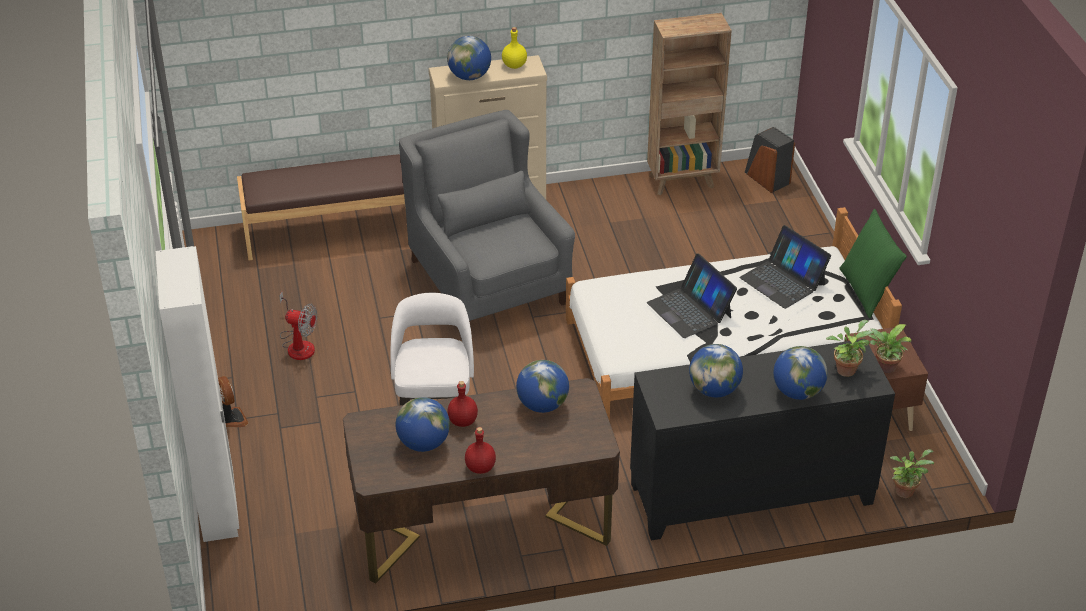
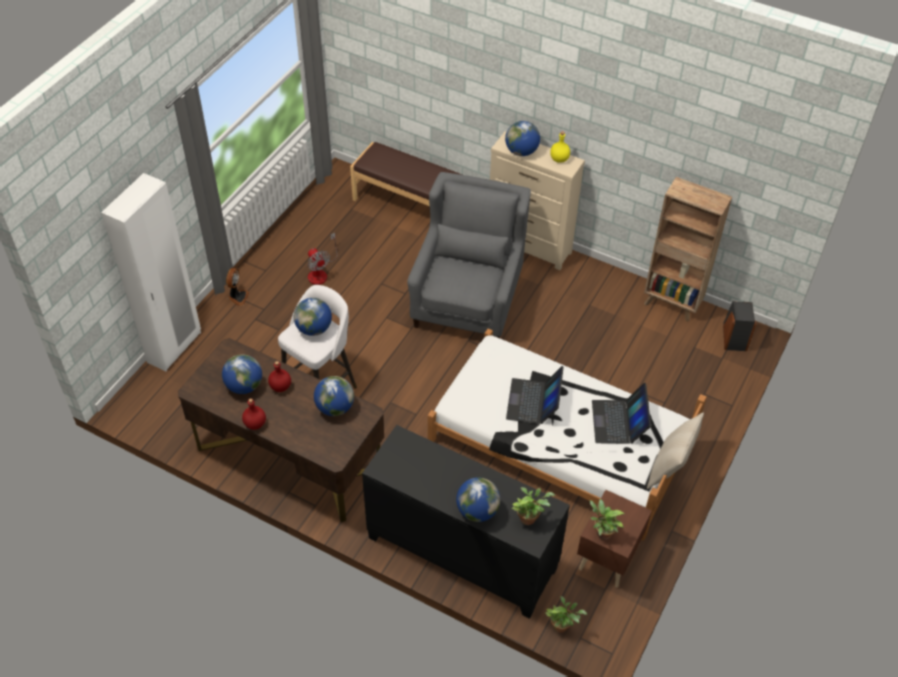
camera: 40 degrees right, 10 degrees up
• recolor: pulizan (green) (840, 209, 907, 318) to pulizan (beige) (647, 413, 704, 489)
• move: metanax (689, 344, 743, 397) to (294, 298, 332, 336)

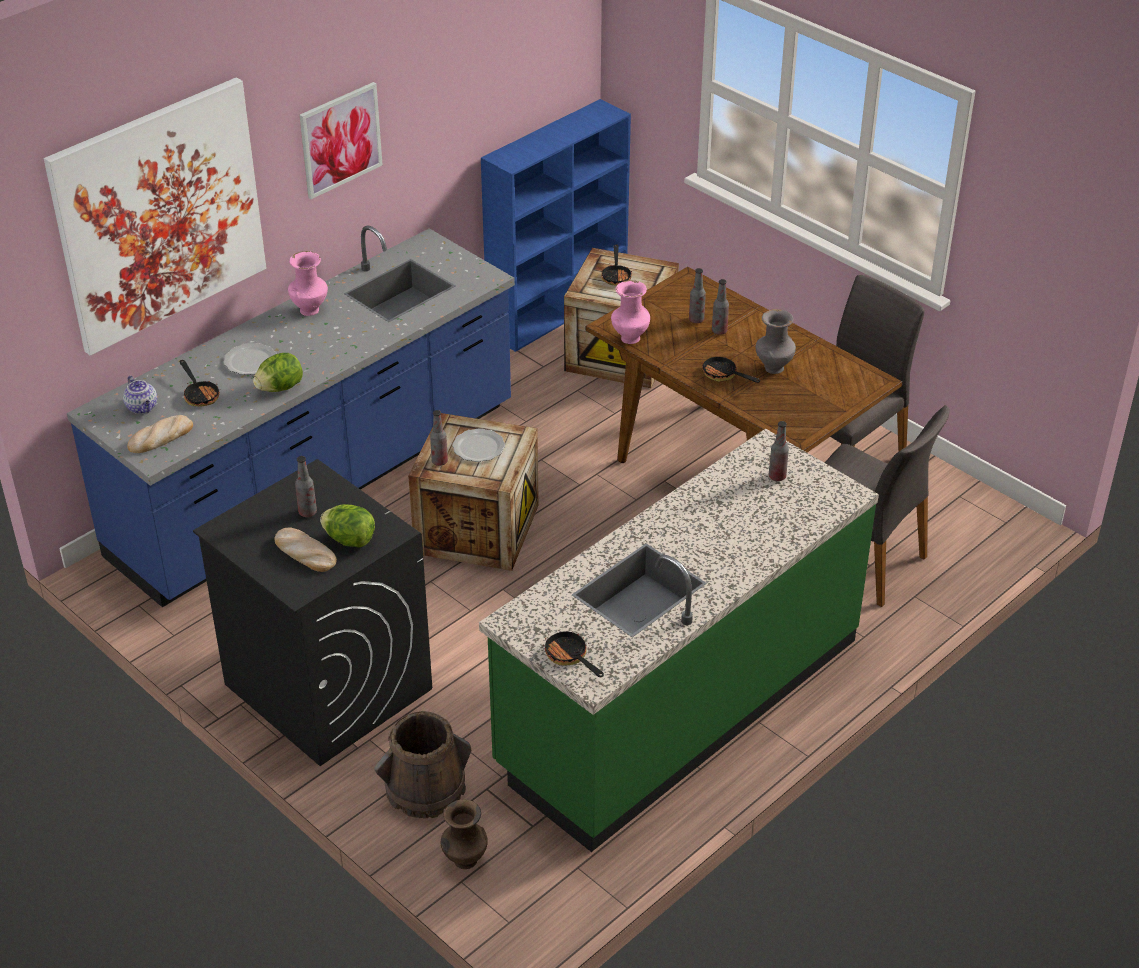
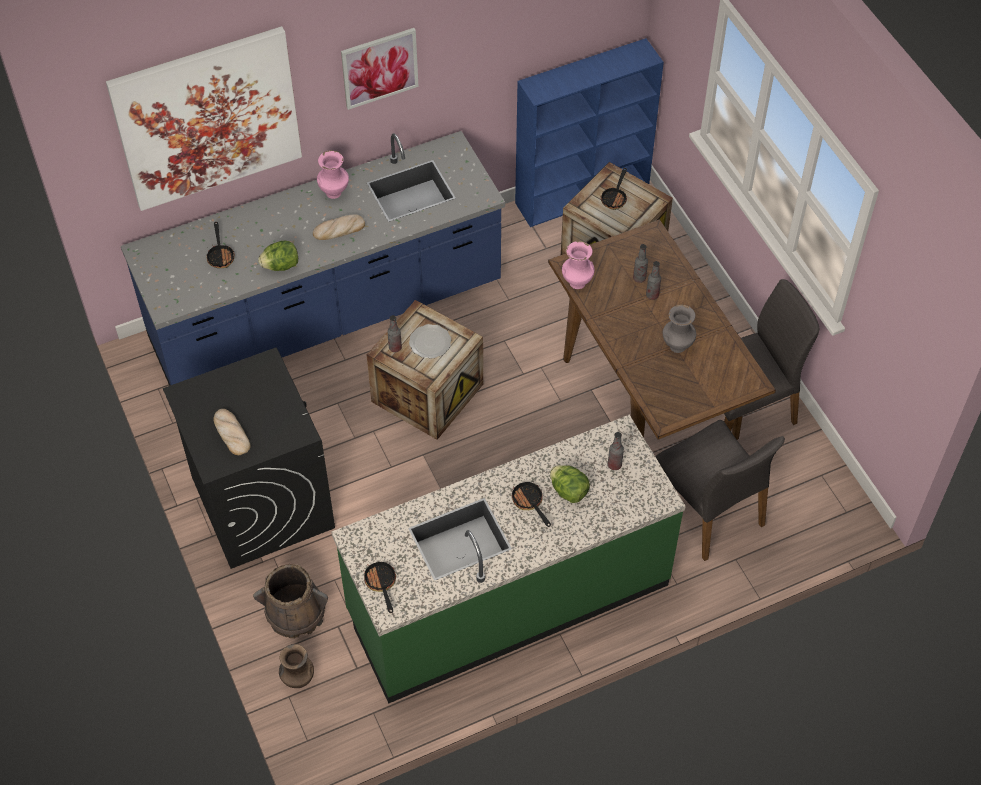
camera: 20 degrees right, 15 degrees up
• delete: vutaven (223, 343, 277, 375)
• move: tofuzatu (702, 357, 760, 383) to (510, 482, 551, 527)
• delete: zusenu (123, 376, 157, 414)
• move: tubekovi (127, 415, 193, 453) to (313, 215, 365, 240)
• delete: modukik (295, 456, 317, 517)
• move: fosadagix (320, 504, 375, 548) to (550, 465, 590, 503)

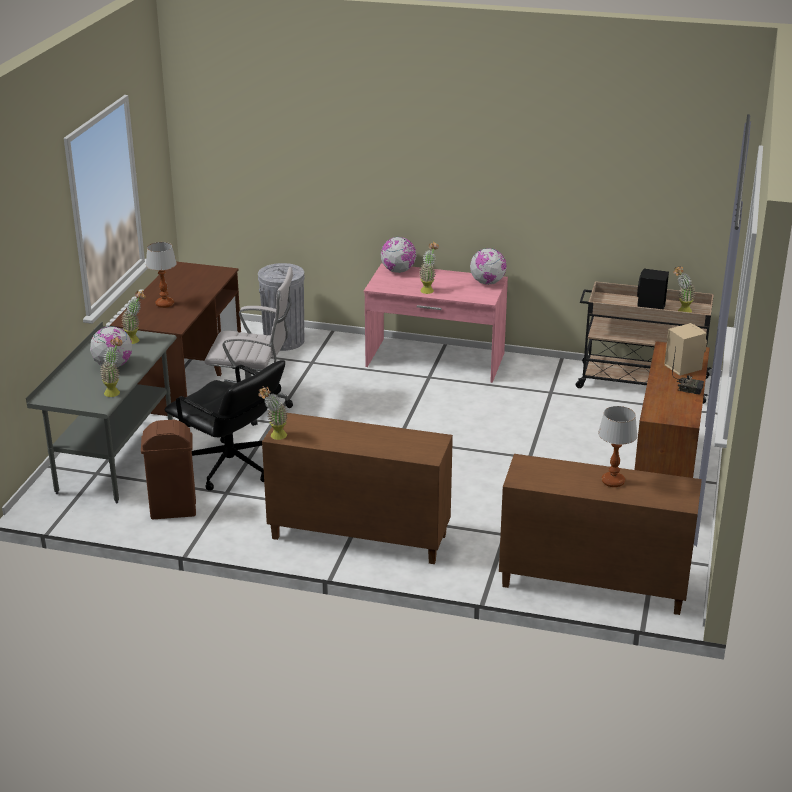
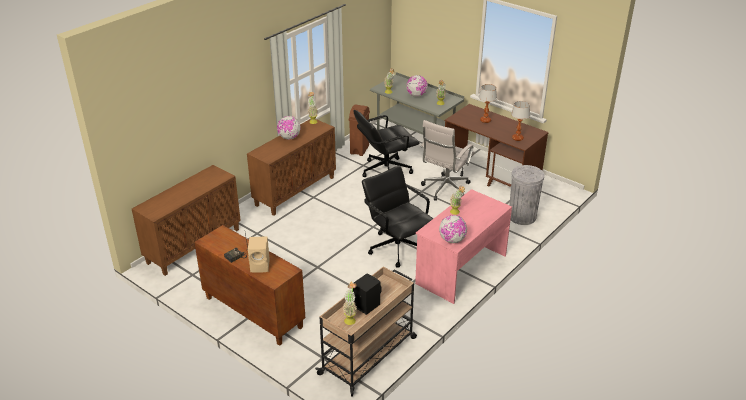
camera: 115 degrees right, 5 degrees up
• move: metanax (381, 237, 416, 273) to (277, 116, 300, 140)
• move: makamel (598, 406, 638, 487) to (511, 101, 530, 141)
• insert: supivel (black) (362, 165, 433, 268)

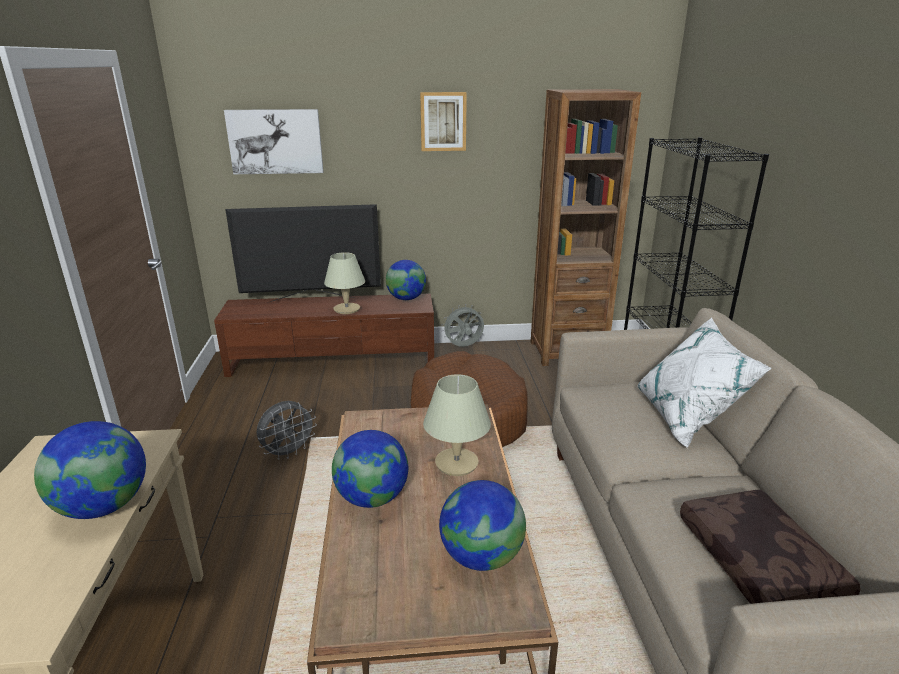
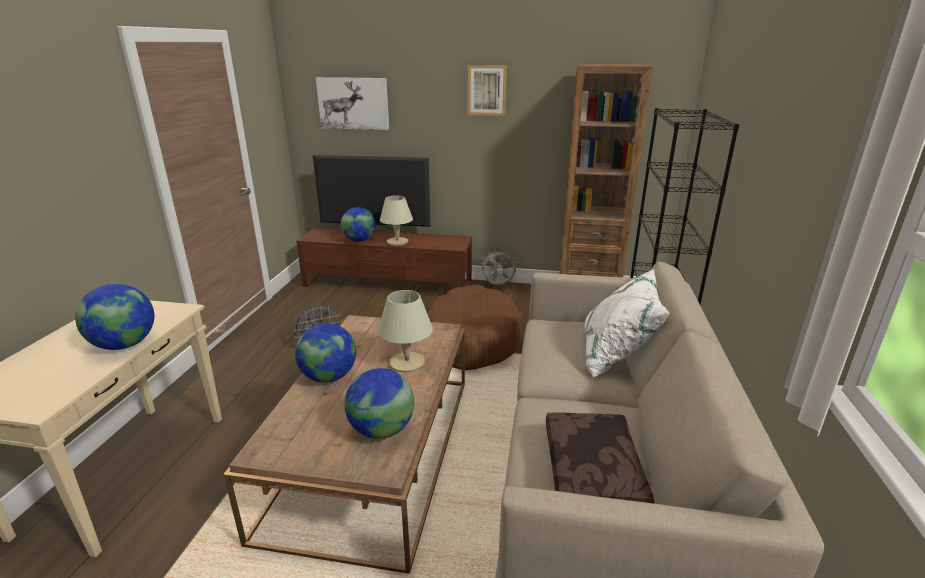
camera: 15 degrees right, 0 degrees up
• move: metanax (386, 260, 426, 300) to (341, 207, 376, 242)

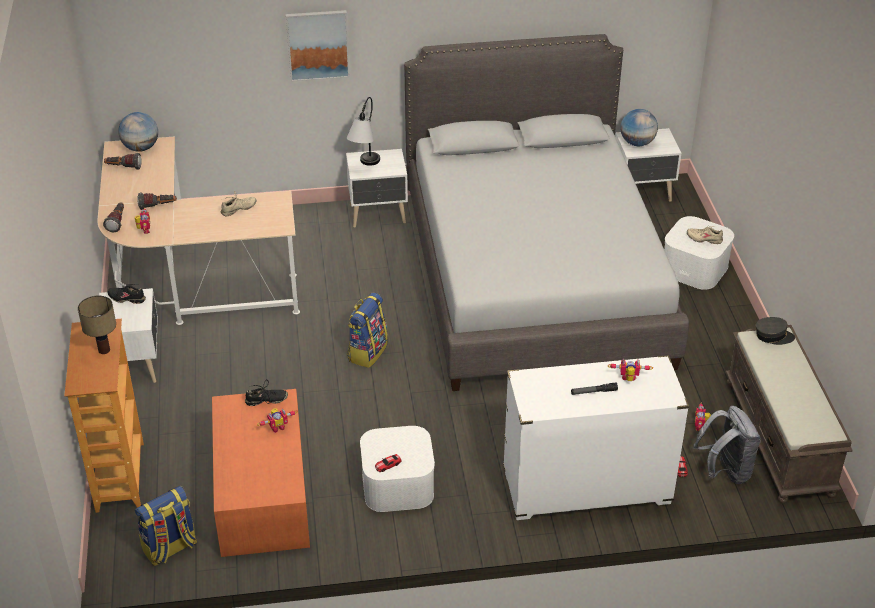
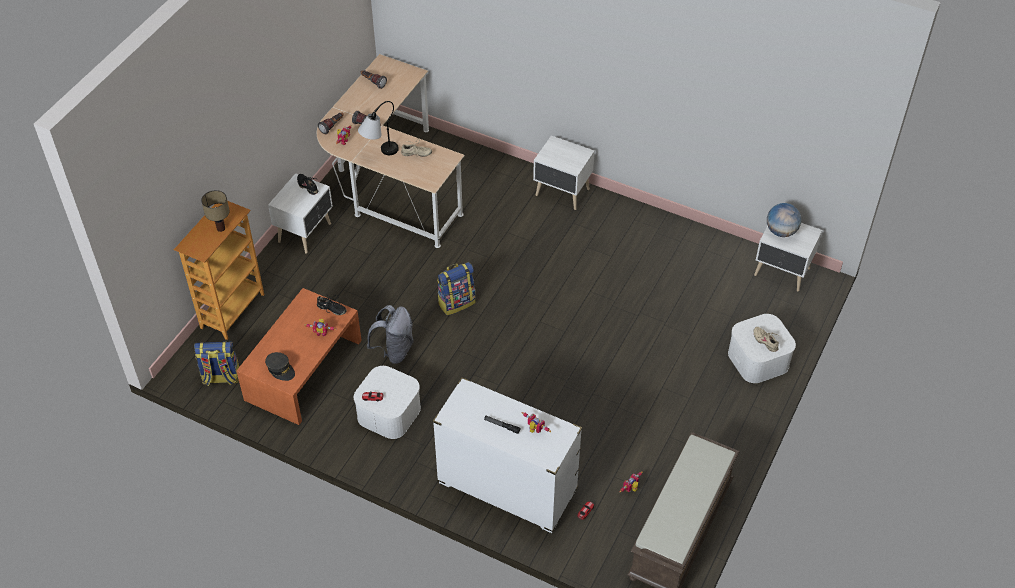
camera: 35 degrees right, 10 degrees up
• delete: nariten (286, 10, 350, 82)
• delete: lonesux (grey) (404, 34, 689, 391)
• move: makamel (347, 97, 380, 166) to (358, 101, 399, 155)
• delete: metanax (118, 112, 158, 152)
• move: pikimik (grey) (756, 317, 795, 345) to (265, 352, 295, 381)
• move: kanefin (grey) (693, 406, 760, 484) to (367, 305, 414, 364)

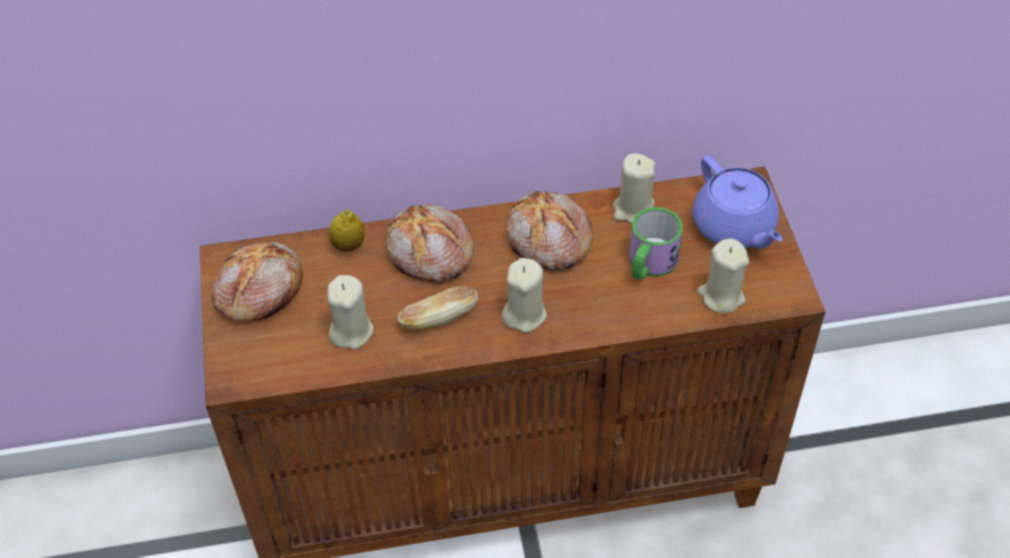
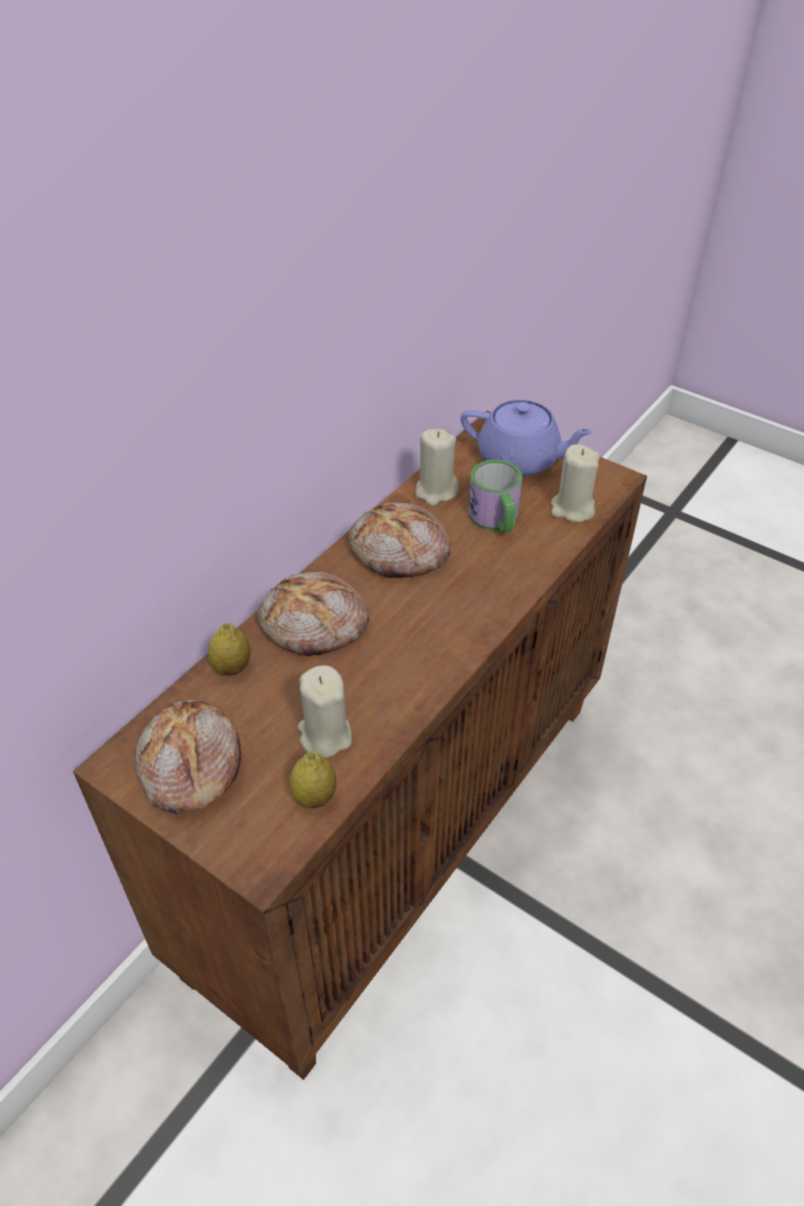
camera: 45 degrees left, 5 degrees down
• delete: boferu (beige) (502, 258, 547, 333)
• delete: tubekovi (398, 286, 478, 330)
• insert: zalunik (290, 751, 336, 808)

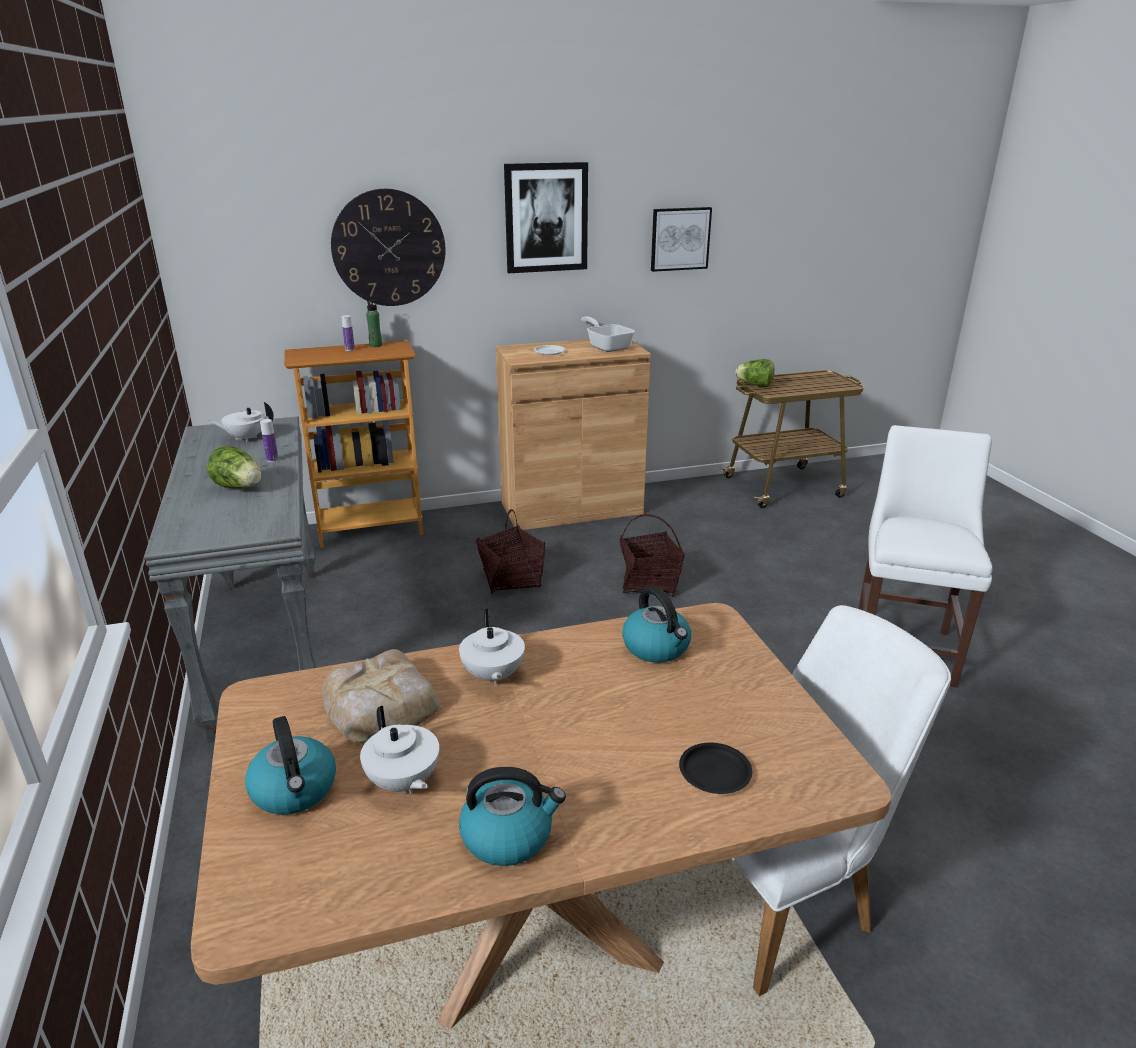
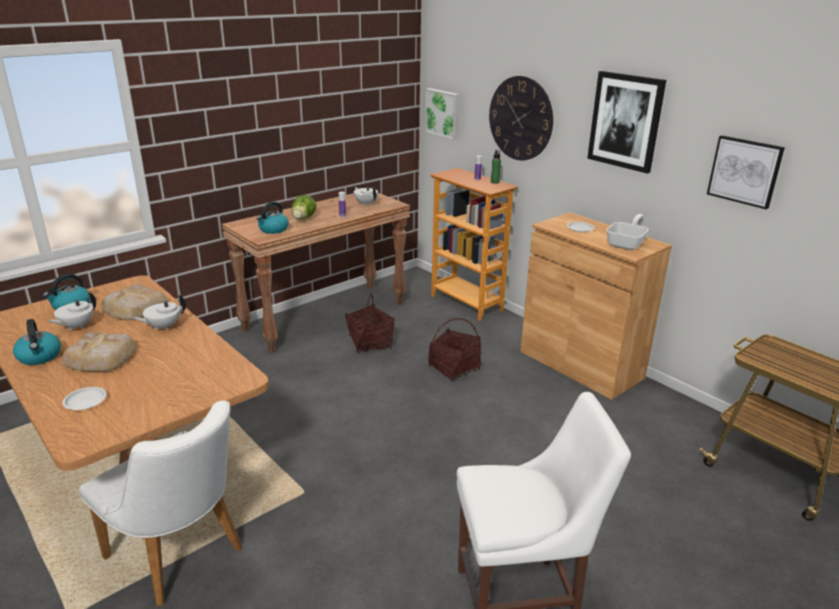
camera: 65 degrees right, 0 degrees up
• delete: fosadagix (735, 359, 774, 387)
• recolor: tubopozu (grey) (144, 416, 317, 742) to tubopozu (brown) (222, 193, 410, 353)
• move: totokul (619, 514, 685, 597) to (345, 293, 394, 353)
• move: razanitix (622, 587, 691, 663) to (257, 202, 289, 234)
• recolor: vutaven (black) (679, 742, 752, 794) to vutaven (white) (63, 387, 107, 410)
• insert: nariten (425, 88, 459, 139)
• insert: tubekovi (62, 332, 136, 372)

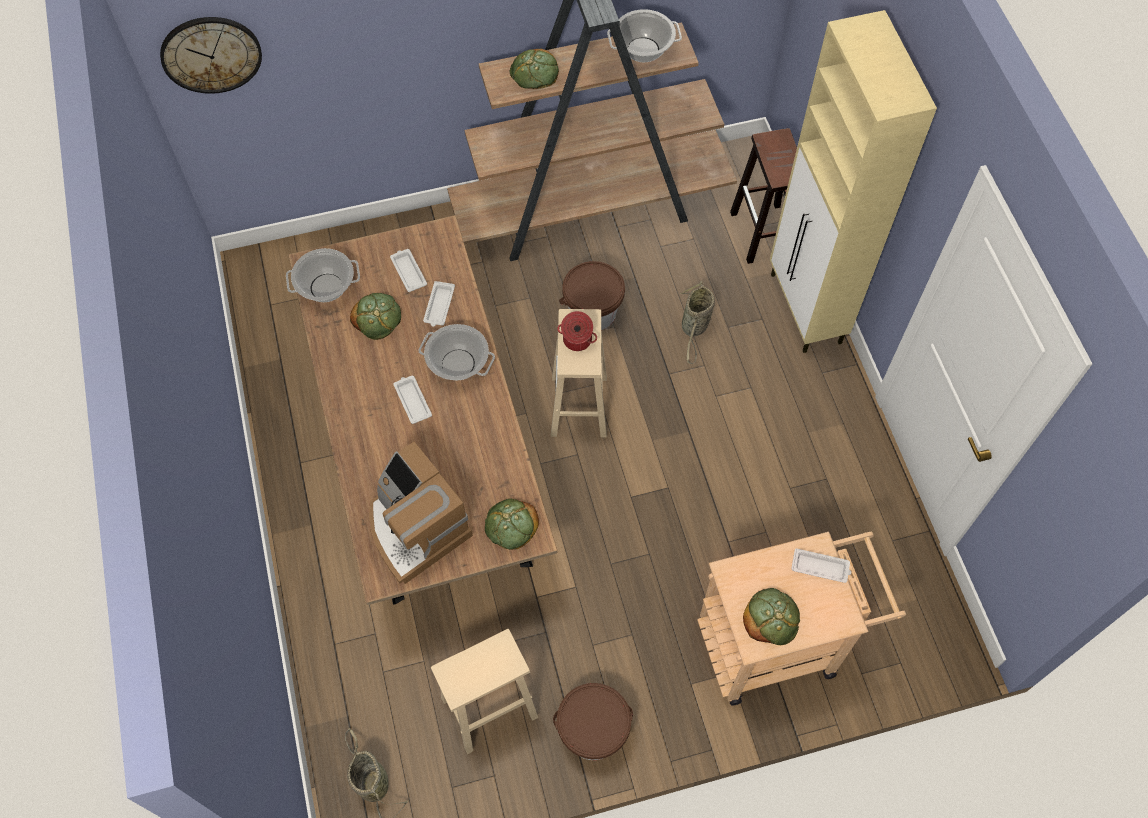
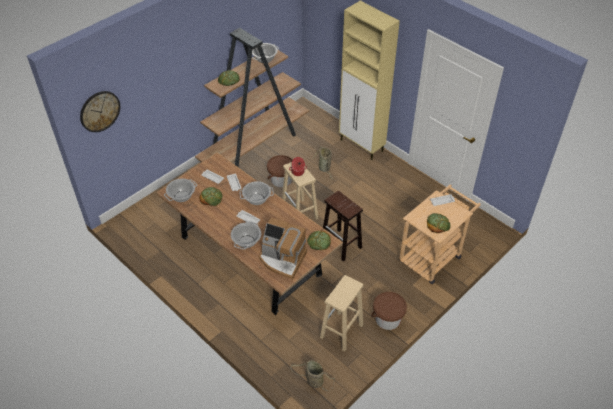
camera: 30 degrees left, 15 degrees down
• move: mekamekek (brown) (730, 128, 797, 264) to (323, 191, 363, 262)
• insert: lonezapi (231, 221, 261, 250)

